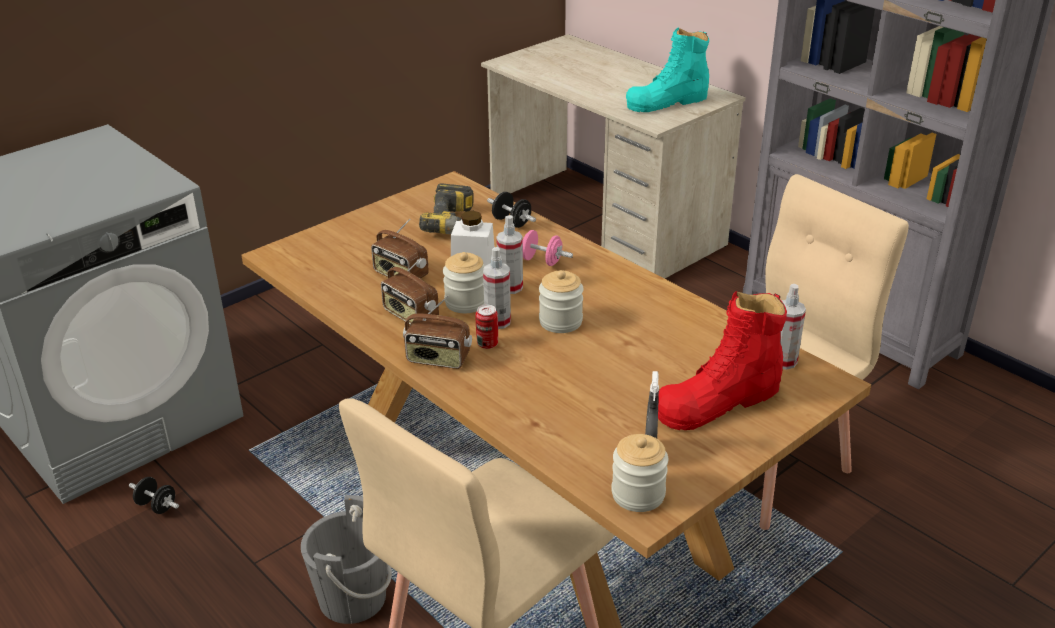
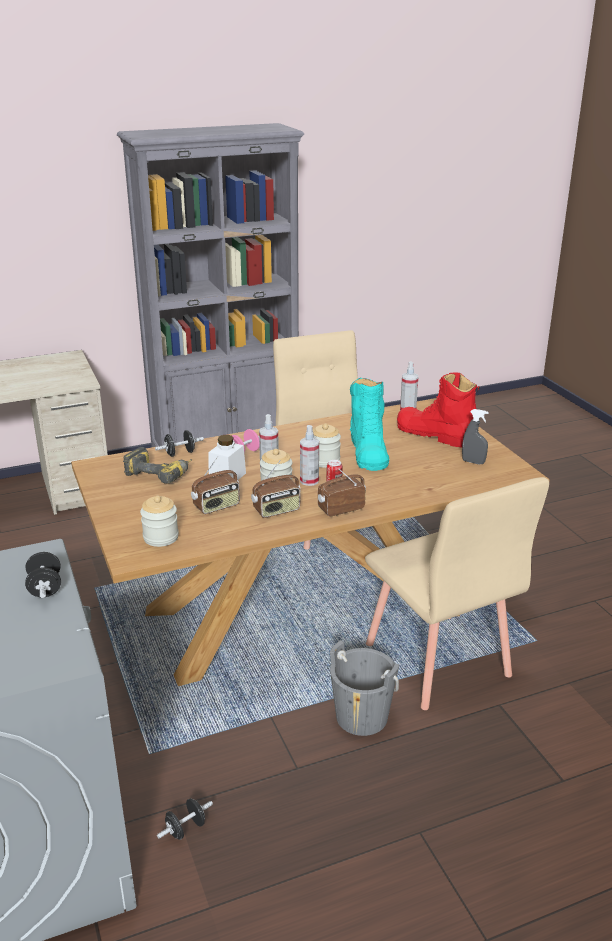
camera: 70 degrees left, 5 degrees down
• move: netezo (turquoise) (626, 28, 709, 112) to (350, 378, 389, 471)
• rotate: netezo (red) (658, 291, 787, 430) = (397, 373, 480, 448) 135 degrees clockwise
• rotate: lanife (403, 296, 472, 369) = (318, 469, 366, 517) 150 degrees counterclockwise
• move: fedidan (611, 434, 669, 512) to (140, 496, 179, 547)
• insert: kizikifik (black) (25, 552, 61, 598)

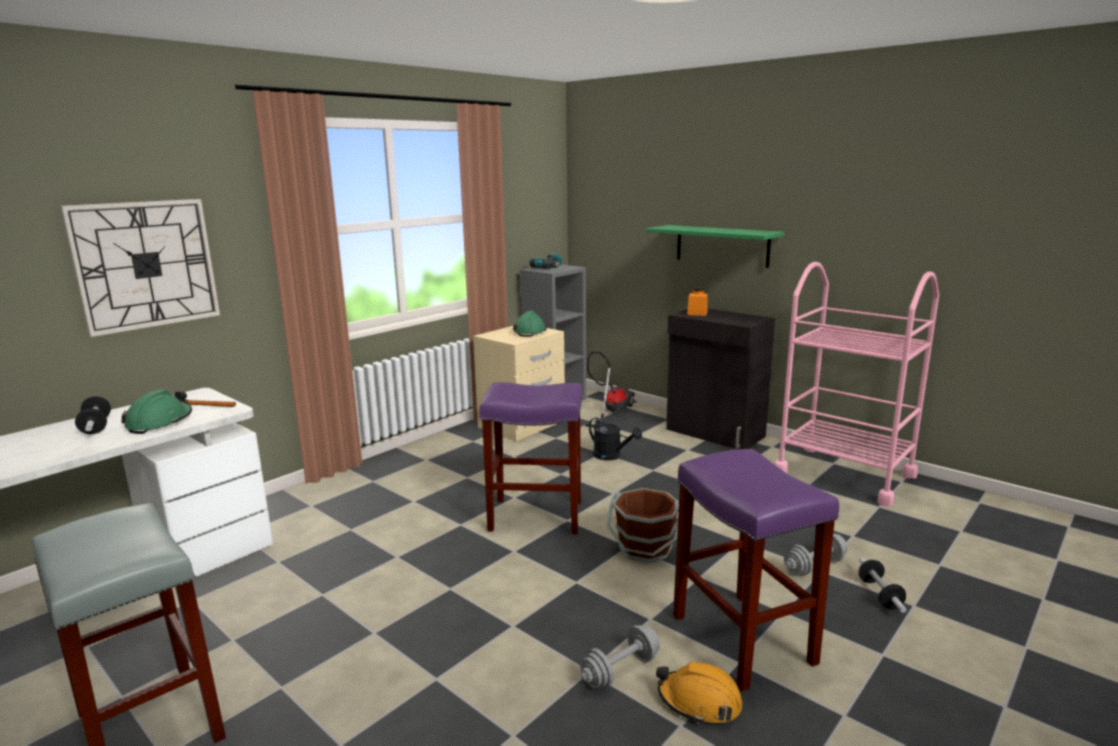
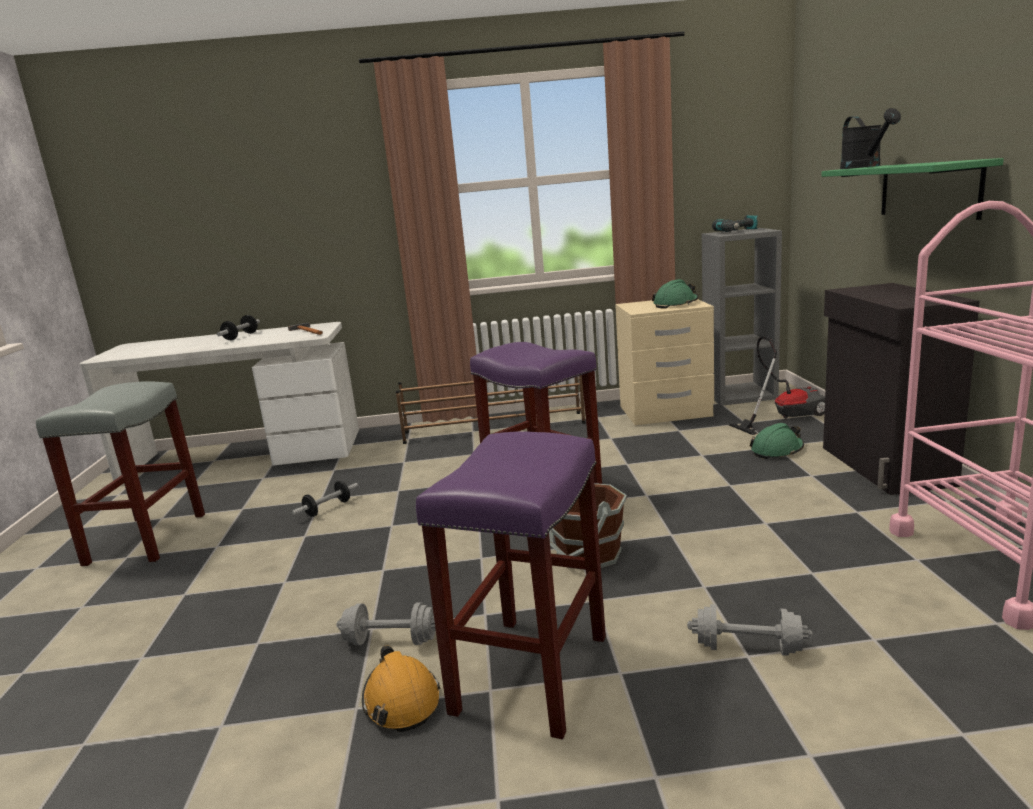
camera: 45 degrees right, 0 degrees up
• delete: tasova (60, 199, 220, 337)
• delete: fedidan (orange) (687, 287, 708, 316)
• move: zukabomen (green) (121, 389, 192, 434) to (750, 423, 804, 459)
• move: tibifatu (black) (589, 418, 642, 461) to (840, 108, 901, 169)
• move: kizikifik (859, 558, 907, 613) to (292, 481, 358, 517)
• insert: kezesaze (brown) (396, 375, 586, 444)

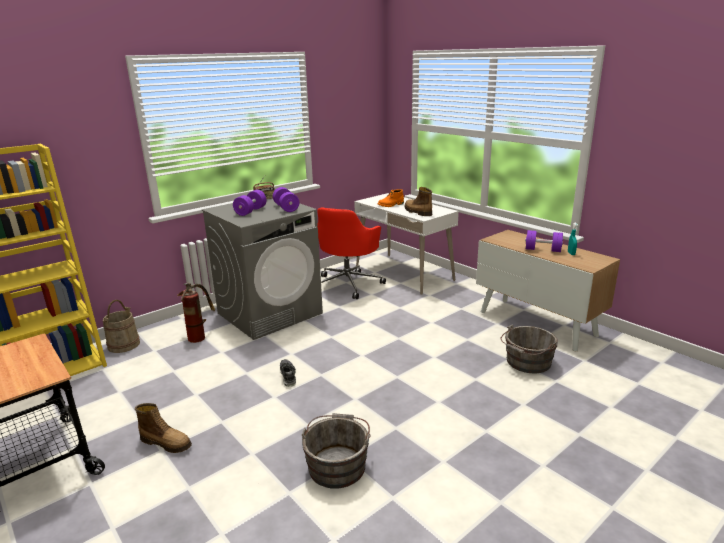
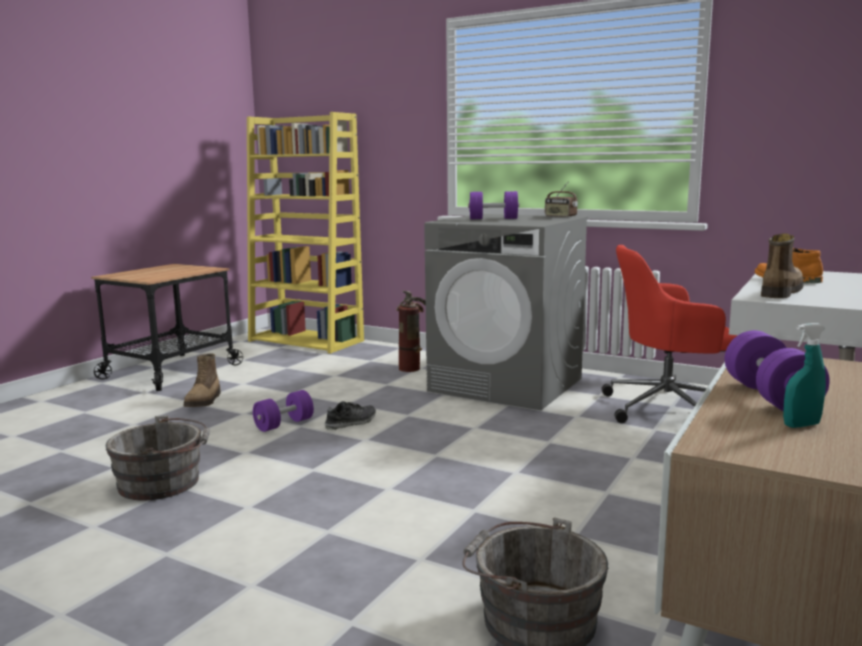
camera: 70 degrees right, 10 degrees down
• move: kizikifik (purple) (273, 187, 299, 212) to (253, 390, 314, 432)
• delete: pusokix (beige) (103, 300, 140, 353)

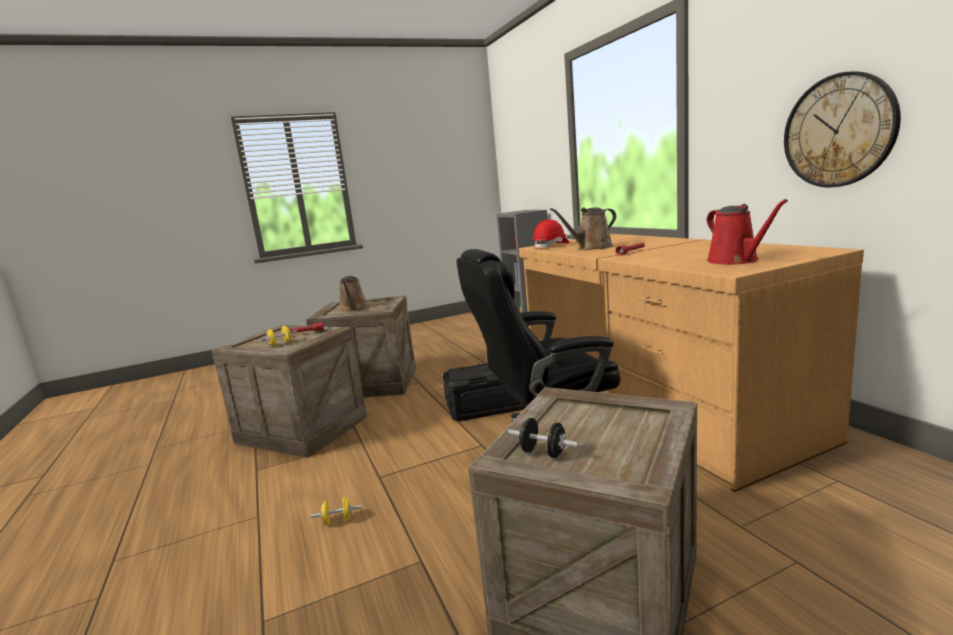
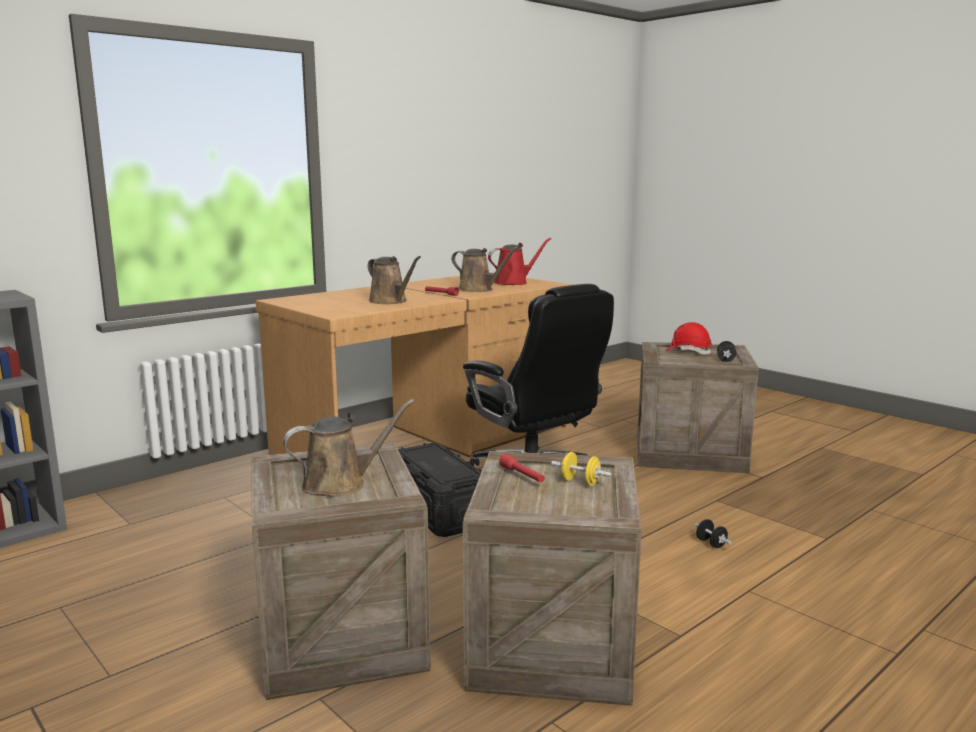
camera: 110 degrees left, 0 degrees up
• delete: tasova (784, 71, 901, 187)
• move: zukabomen (red) (532, 219, 569, 249) to (665, 322, 712, 355)
• recolor: kizikifik (yellow) (310, 497, 361, 525) to kizikifik (black) (694, 519, 732, 548)
• insert: tibifatu (brown) (451, 247, 519, 292)

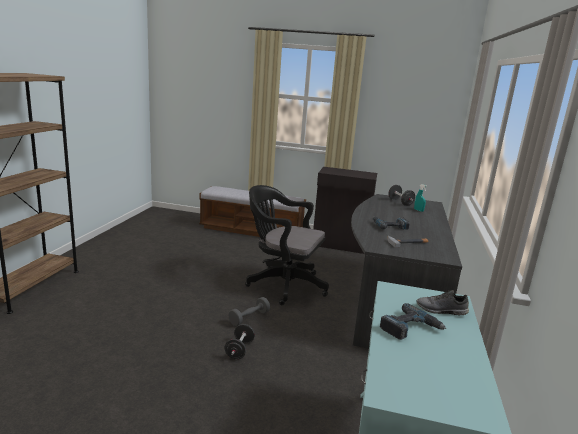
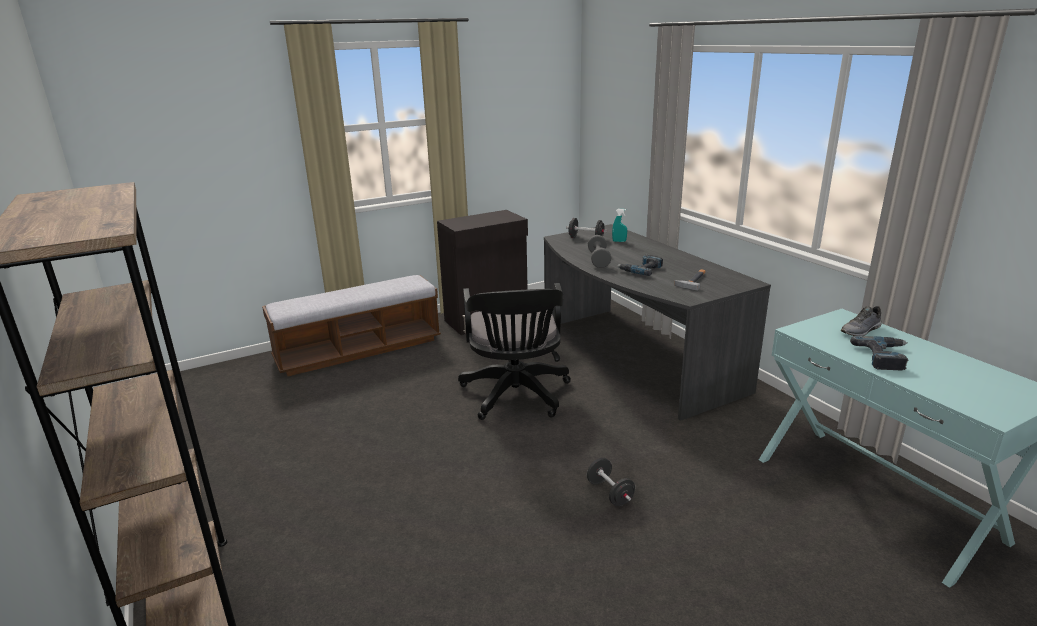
camera: 40 degrees left, 5 degrees up
• rotate: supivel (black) (245, 185, 329, 305) = (458, 283, 571, 420) 75 degrees counterclockwise
• move: kizikifik (grey) (228, 297, 270, 326) to (588, 235, 611, 268)

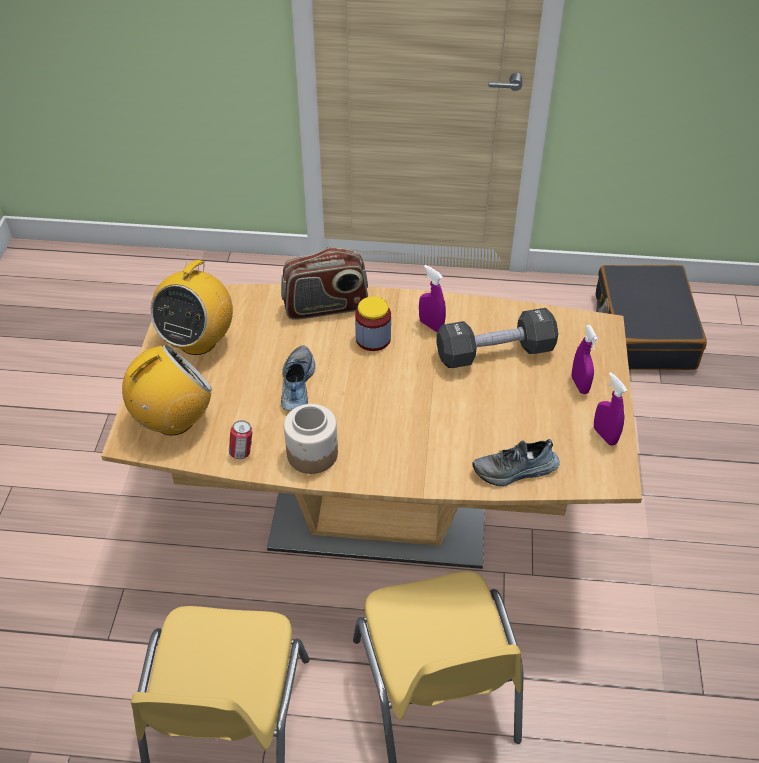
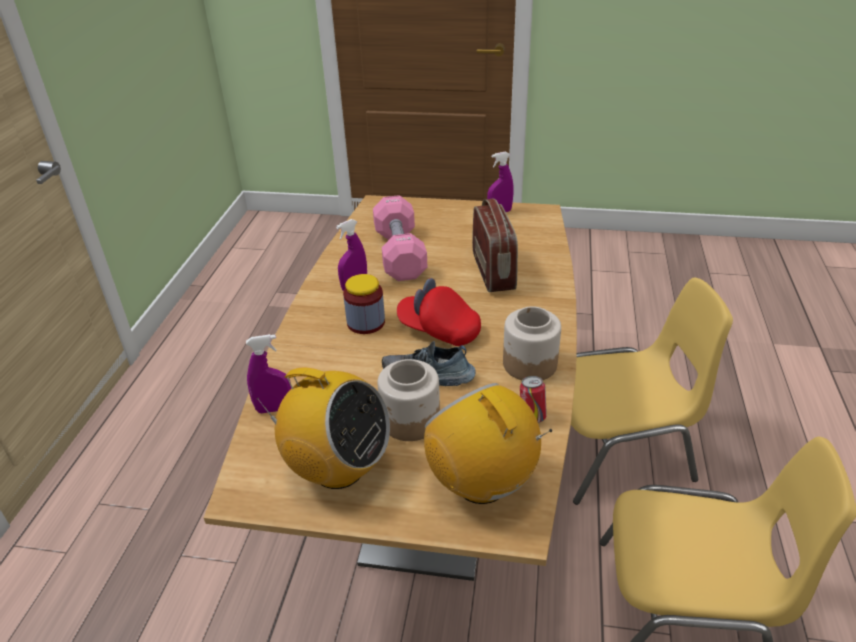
camera: 85 degrees left, 10 degrees down
• move: lanife (281, 248, 368, 320) to (472, 198, 518, 292)
• delete: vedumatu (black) (596, 265, 707, 370)
• recolor: kizikifik (black) (436, 308, 558, 368) to kizikifik (pink) (373, 195, 427, 281)
• move: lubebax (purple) (572, 325, 598, 394) to (246, 334, 291, 413)
• delete: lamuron (472, 439, 560, 486)
• insert: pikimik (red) (397, 278, 481, 346)
• insert: fedidan (378, 359, 440, 441)

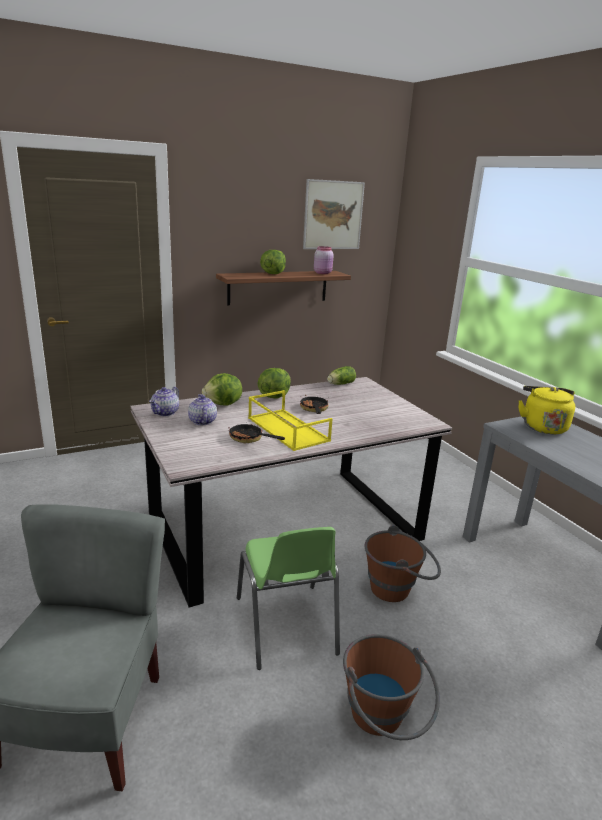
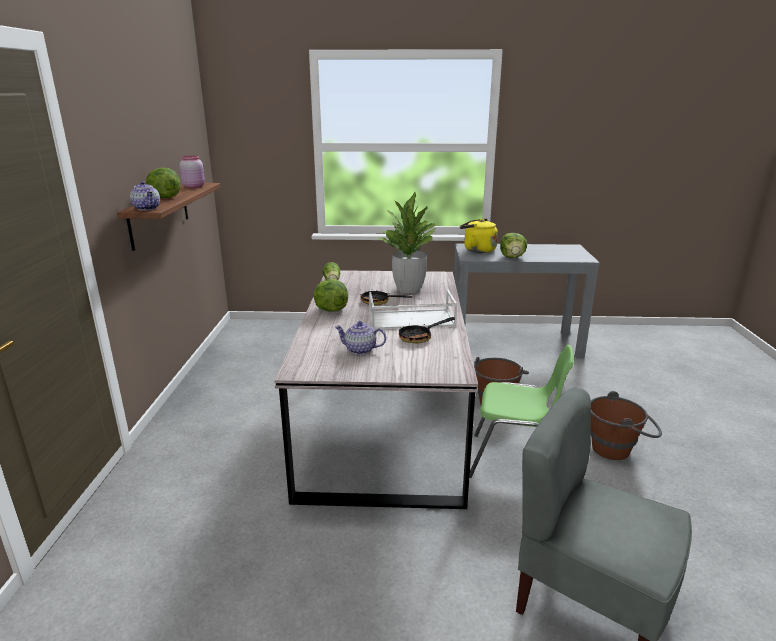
camera: 60 degrees left, 0 degrees up
• delete: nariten (303, 179, 365, 249)
• move: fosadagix (202, 373, 242, 406) to (500, 233, 527, 258)
• move: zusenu (149, 387, 179, 416) to (130, 181, 160, 211)
• recolor: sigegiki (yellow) (248, 390, 333, 451) to sigegiki (white) (369, 289, 458, 330)
• insert: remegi (377, 191, 436, 293)

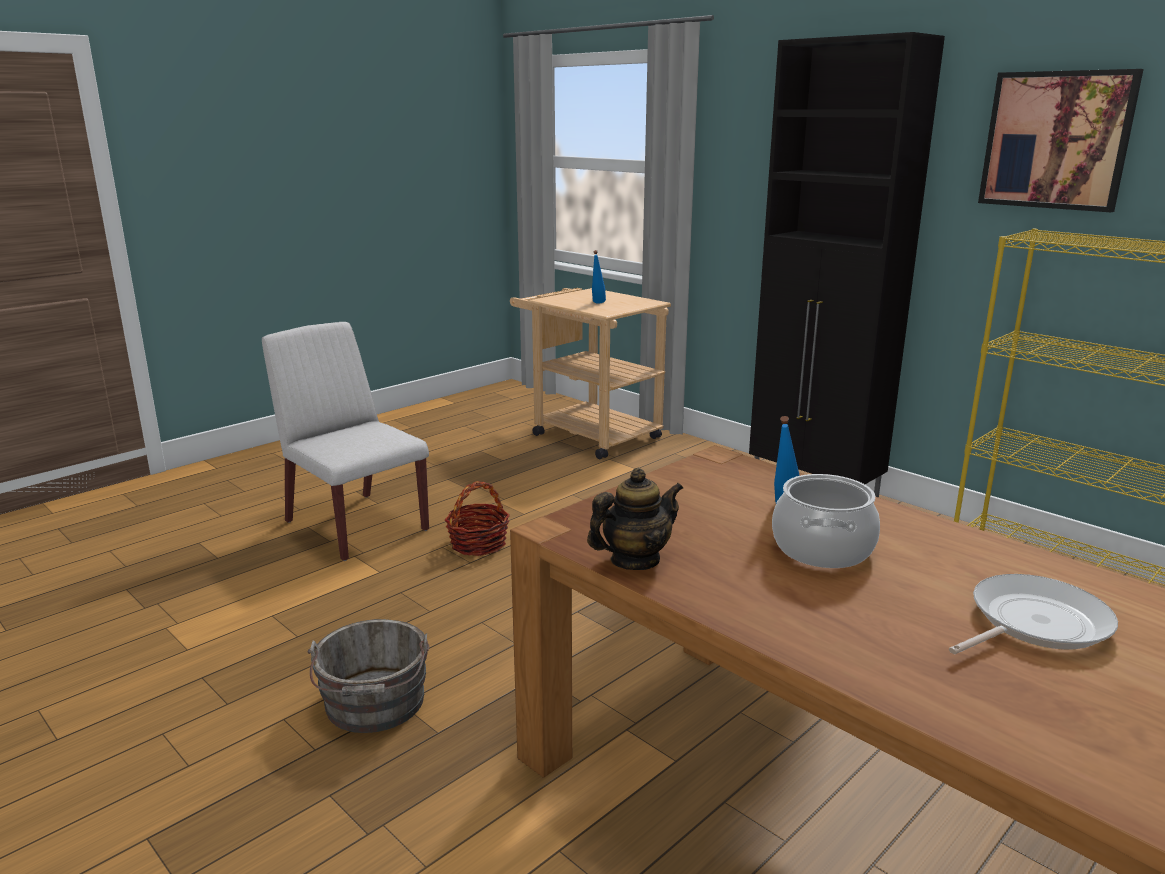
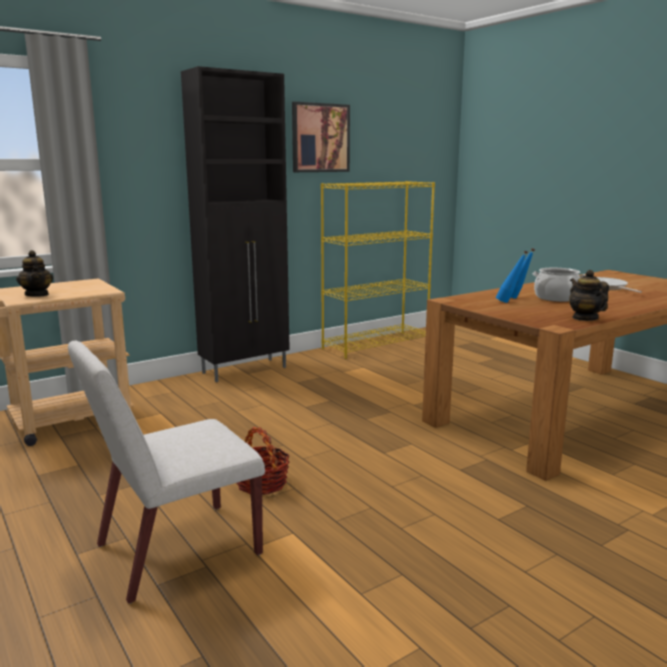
camera: 80 degrees left, 5 degrees down
• move: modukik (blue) (592, 250, 606, 304) to (496, 250, 528, 303)
• delete: pusokix (grey) (308, 619, 429, 733)
• insert: zusenu (16, 250, 53, 297)

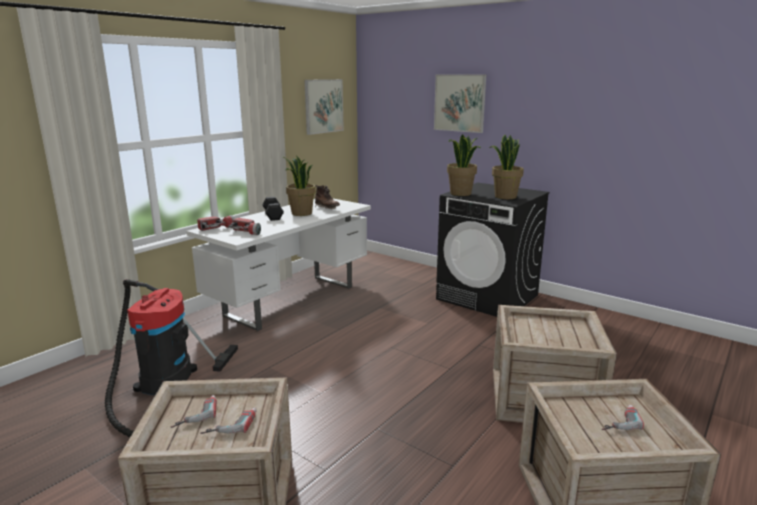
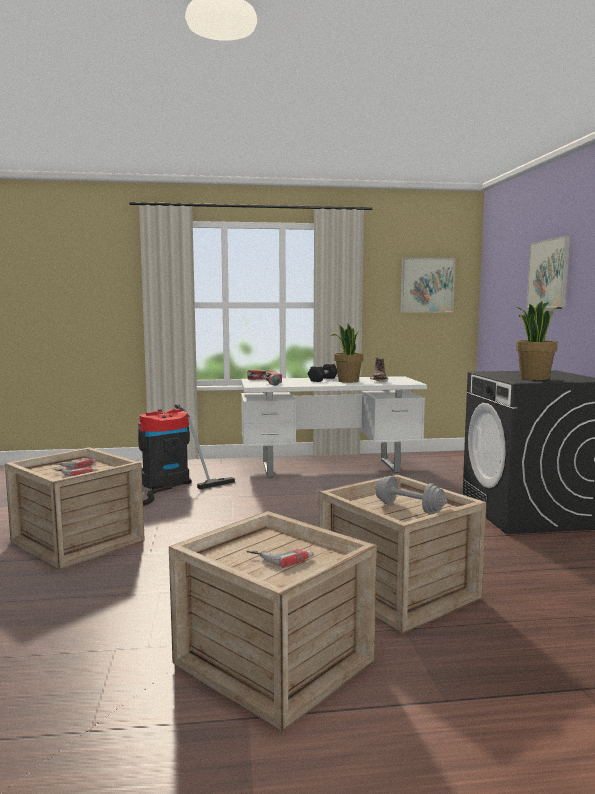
camera: 45 degrees right, 10 degrees down
• delete: remegi (447, 134, 481, 196)
• insert: kizikifik (grey) (375, 476, 447, 513)

